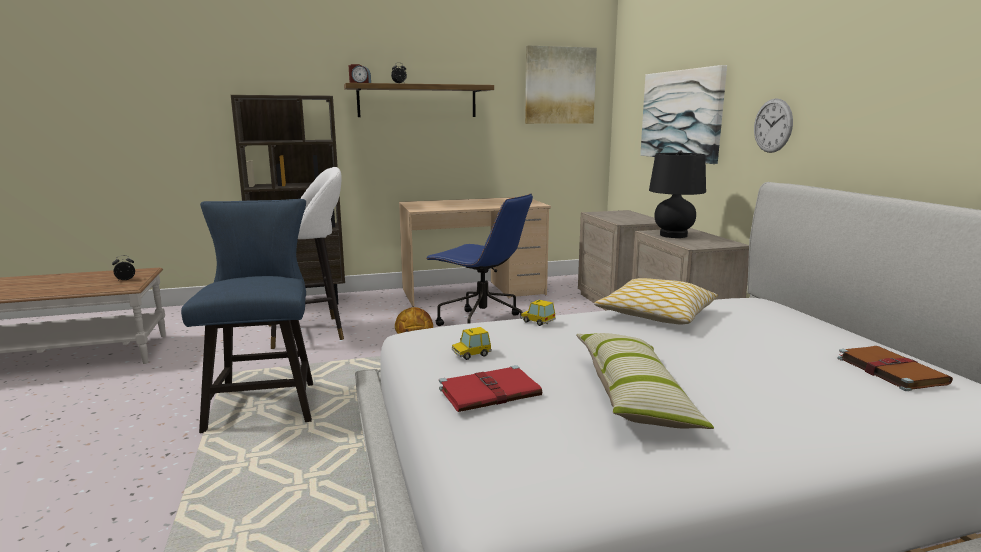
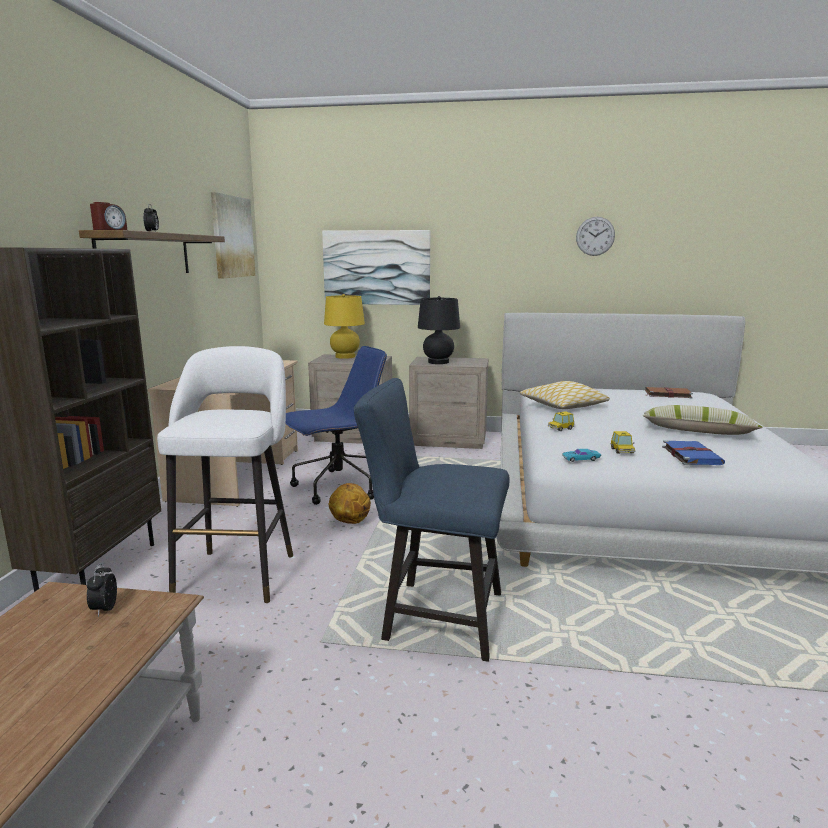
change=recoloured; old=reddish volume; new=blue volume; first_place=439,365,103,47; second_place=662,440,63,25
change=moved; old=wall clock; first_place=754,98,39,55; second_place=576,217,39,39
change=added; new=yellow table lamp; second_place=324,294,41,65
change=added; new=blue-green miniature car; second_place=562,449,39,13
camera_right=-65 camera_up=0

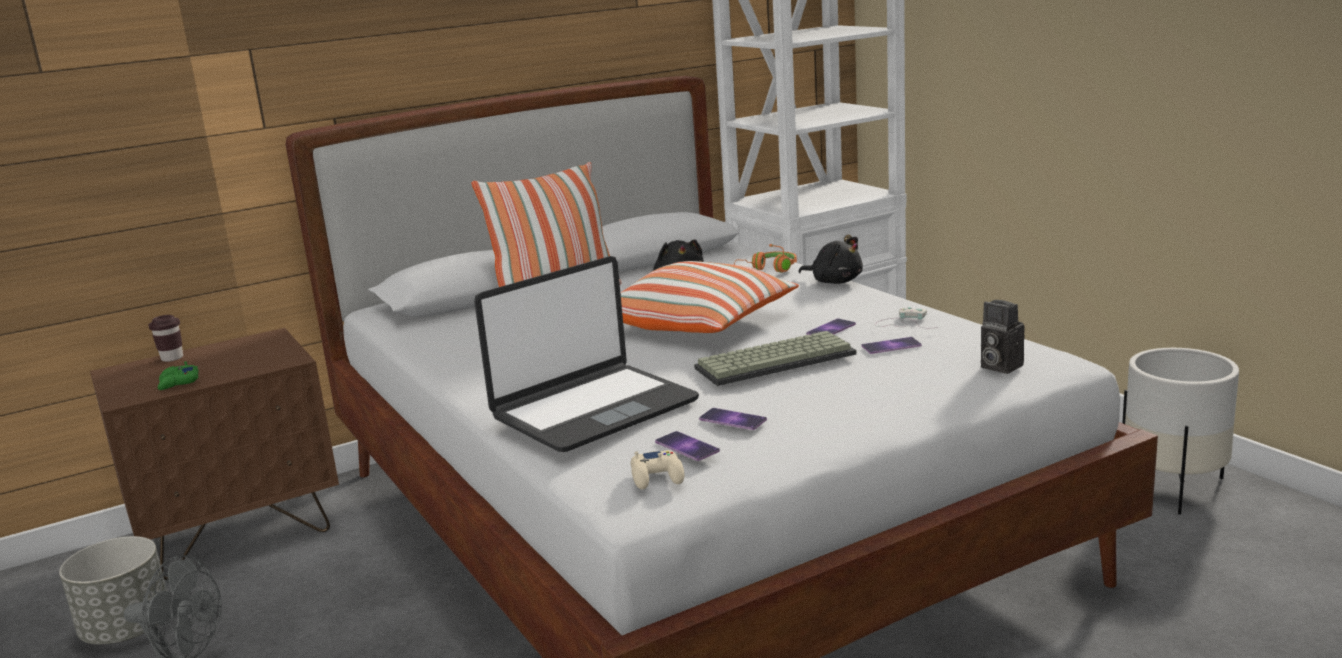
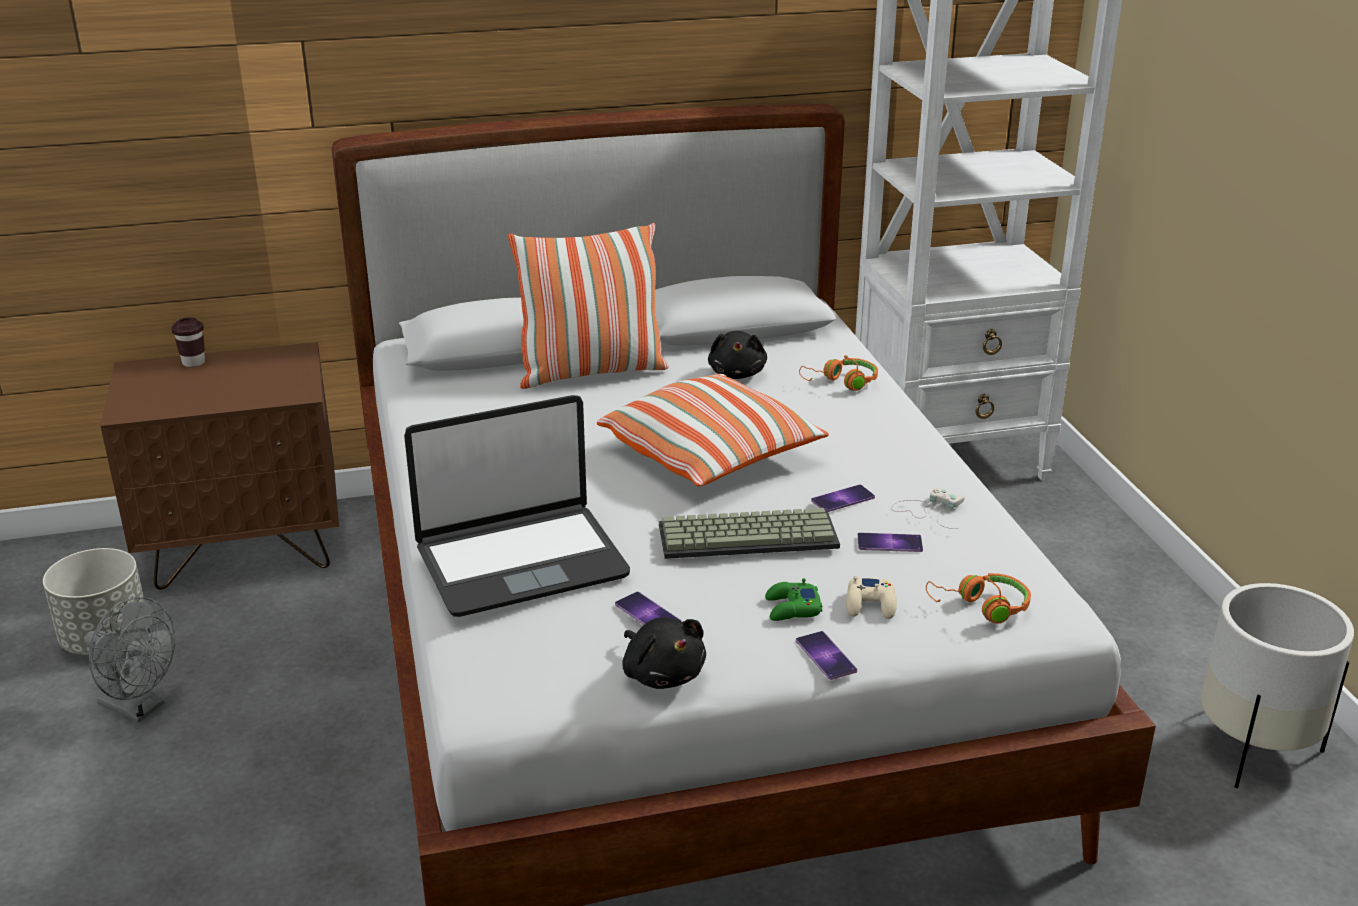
change=moved; old=green game controller; first_place=158,361,41,29; second_place=765,578,57,43
change=moved; old=sand-coloured game controller; first_place=631,450,53,39; second_place=846,576,51,43
change=moved; old=telephone; first_place=655,431,65,30; second_place=796,631,61,49
change=moved; old=blackish plush toy; first_place=798,237,65,47; second_place=622,617,84,72
change=replaced; old=photo camera; new=orange-coloured pair of headphones; first_place=981,300,44,74; second_place=926,573,105,51
camera_right=15 camera_up=10

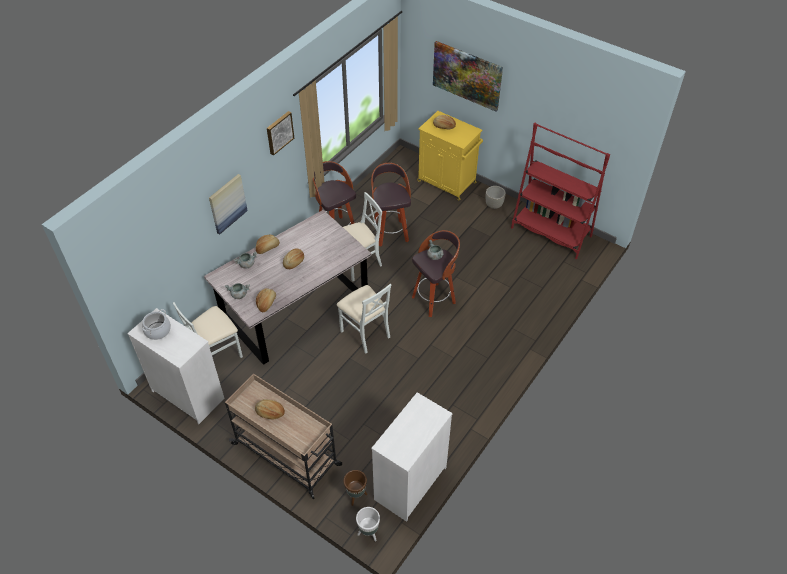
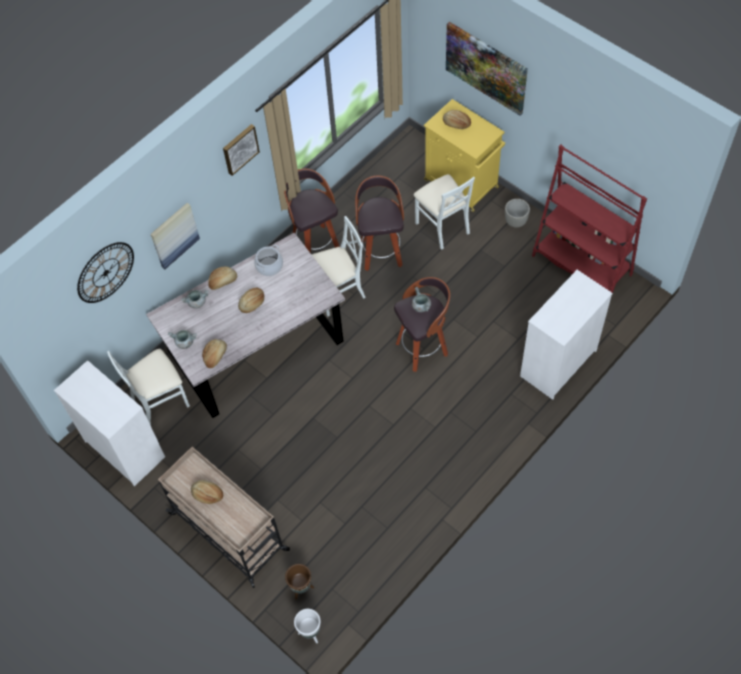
change=moved; old=cooking pot; first_place=142,309,29,31; second_place=254,245,29,31
change=moved; old=whitish plain chair; first_place=337,283,55,71; second_place=413,174,62,76
change=moved; old=whitish dresser; first_place=371,392,82,130; second_place=520,270,93,130
change=added; new=wall clock; second_place=77,242,57,61
camera_right=10 camera_up=10

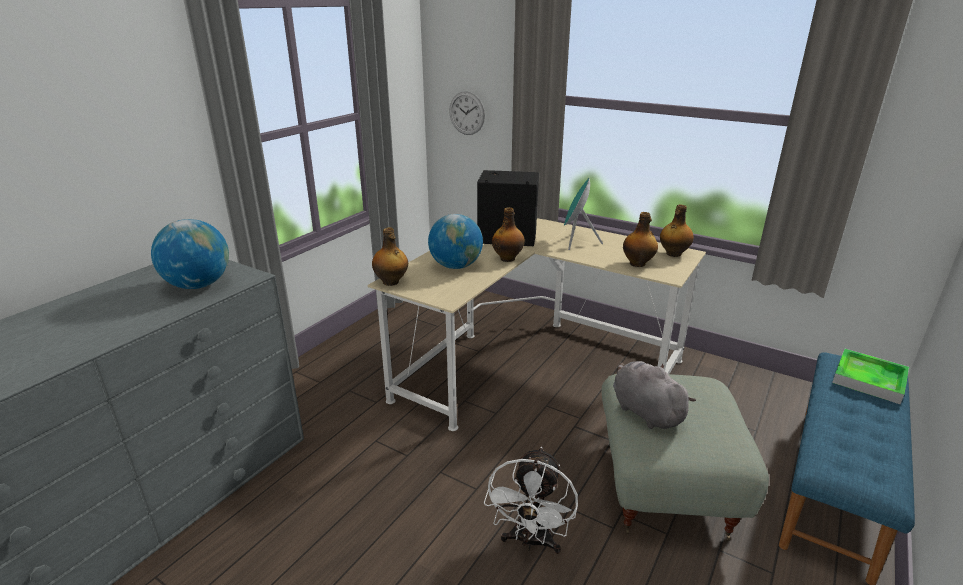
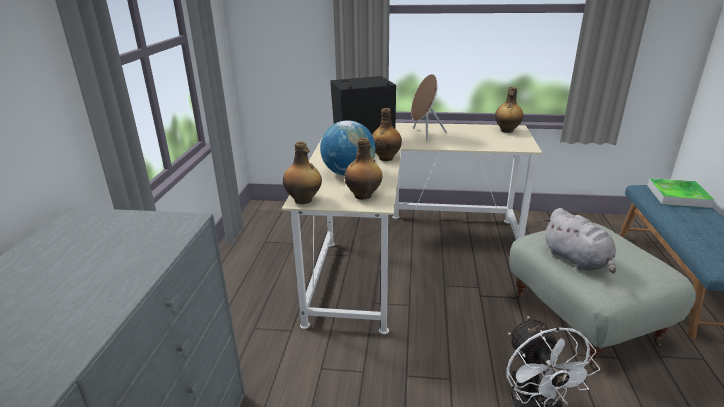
change=removed; old=globe; first_place=151,219,78,70
change=removed; old=wall clock; first_place=449,91,36,44
change=recoloured; old=blue-green speaker; new=brown-coloured speaker; first_place=564,178,39,72; second_place=411,74,36,68
change=turned; old=gray plush toy; first_place=613,361,83,68; second_place=543,208,73,65; degrees=-150
change=moved; old=beverage bottle; first_place=623,212,35,55; second_place=344,137,38,63
camera_right=-25 camera_up=0

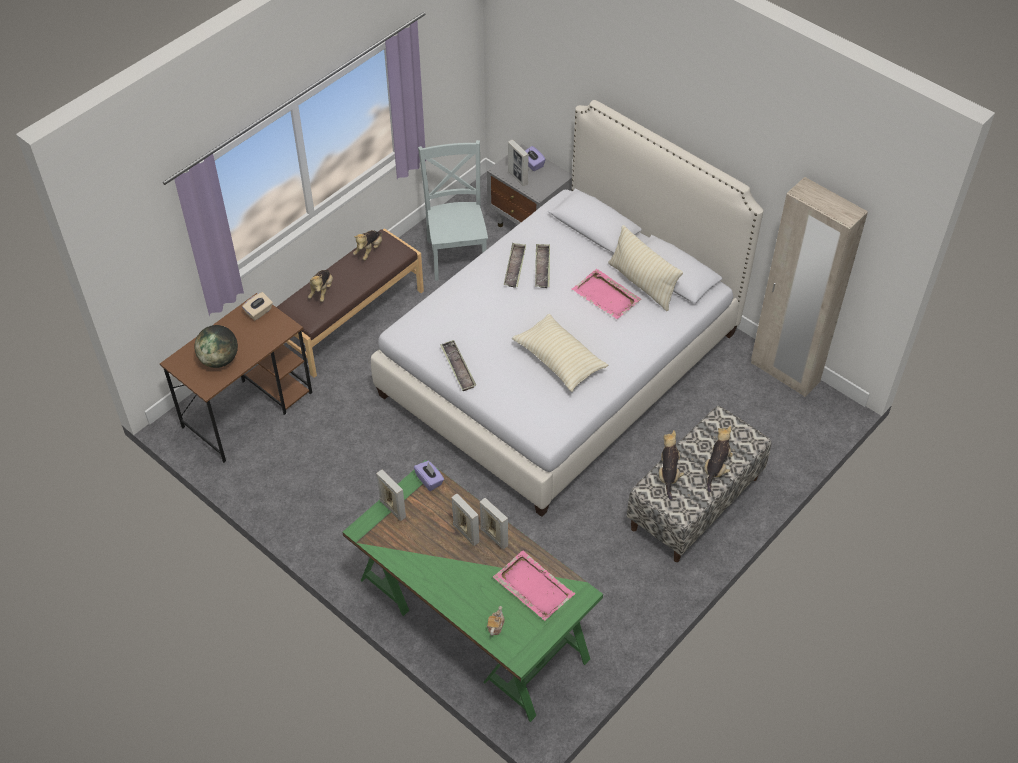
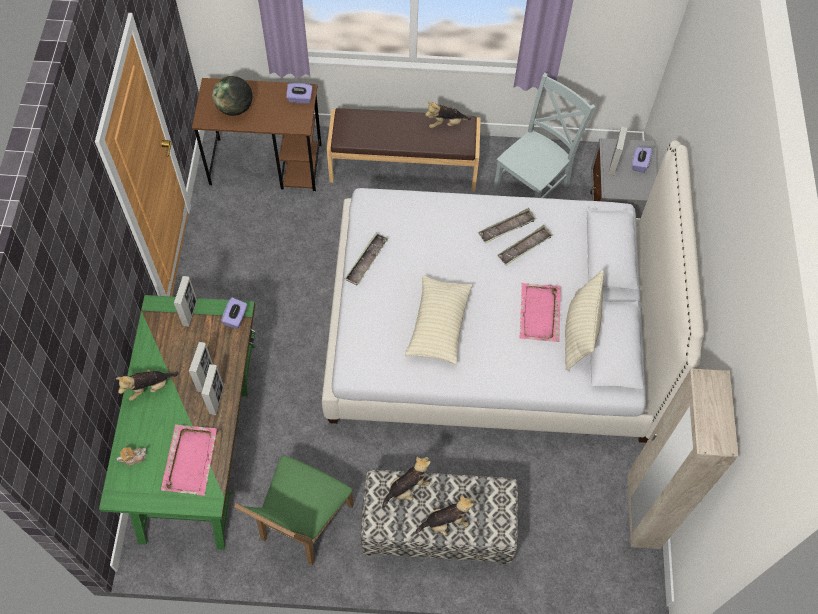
change=recoloured; old=sand-coloured tissue box; new=purple-coloured tissue box; first_place=242,292,31,29; second_place=286,83,27,21
change=moved; old=plush toy; first_place=308,270,25,32; second_place=116,370,63,31
change=added; new=green plain chair; second_place=233,455,121,111
camera_right=50 camera_up=10

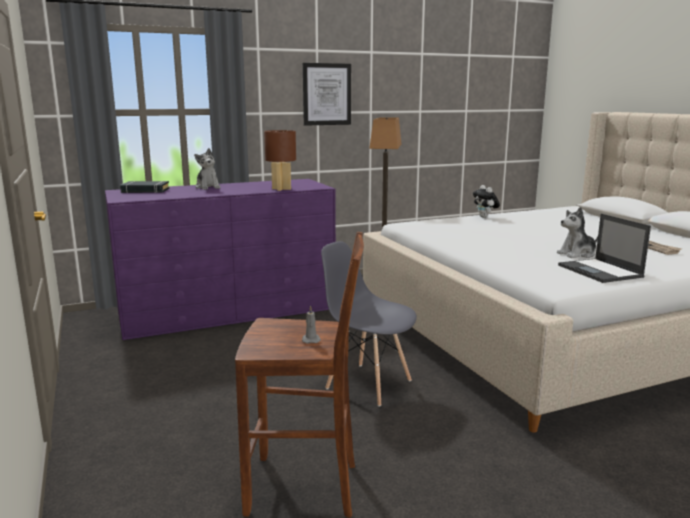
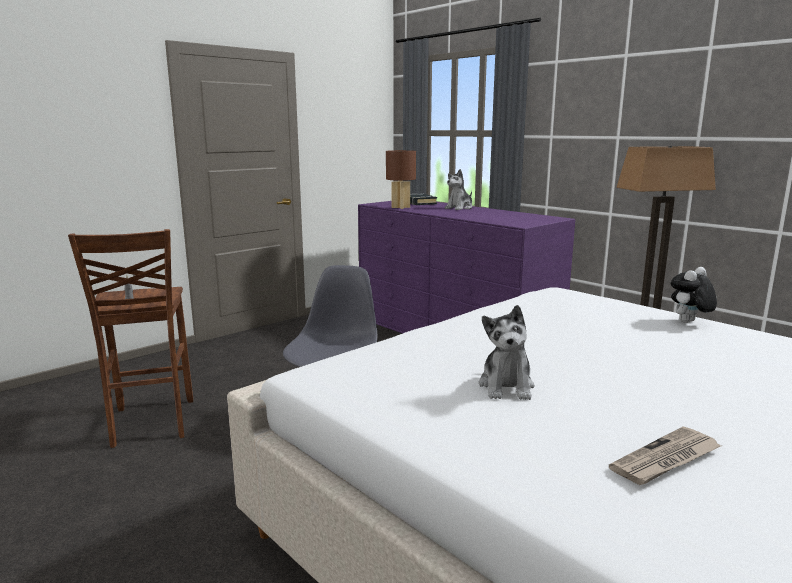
change=moved; old=brown-coloured table lamp; first_place=264,130,32,61; second_place=386,150,30,59
change=removed; old=wall picture; first_place=303,63,48,63
change=turned; old=plush toy; first_place=557,207,41,51; second_place=479,305,56,95; degrees=-135
change=removed; old=portable computer; first_place=558,214,93,69
camera_right=70 camera_up=0

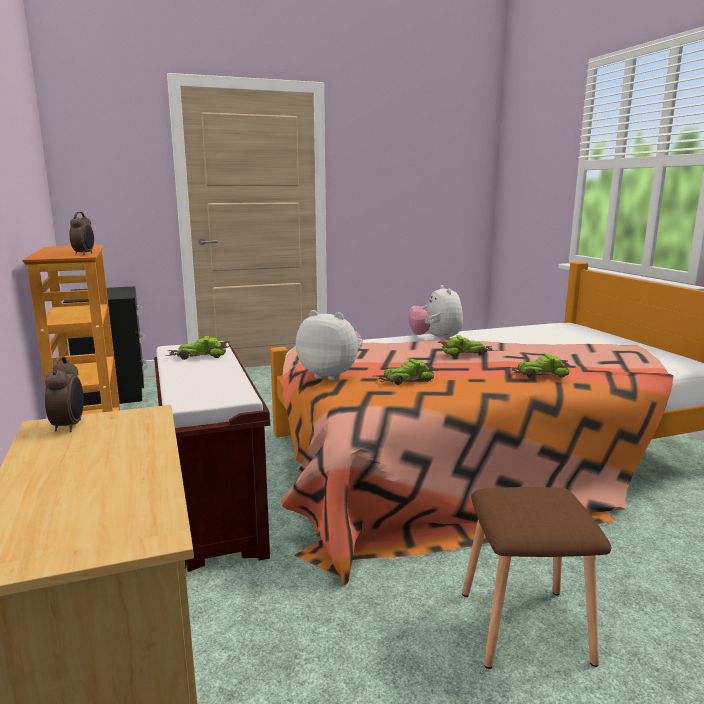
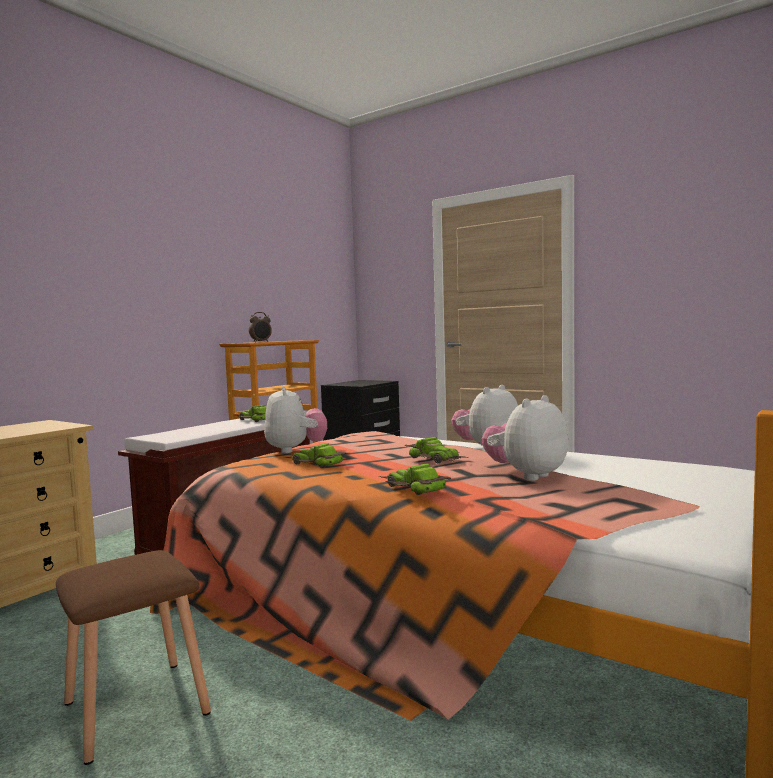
change=removed; old=table clock; first_place=45,357,39,75
change=added; new=plush toy; second_place=482,395,86,86
camera_right=55 camera_up=-10

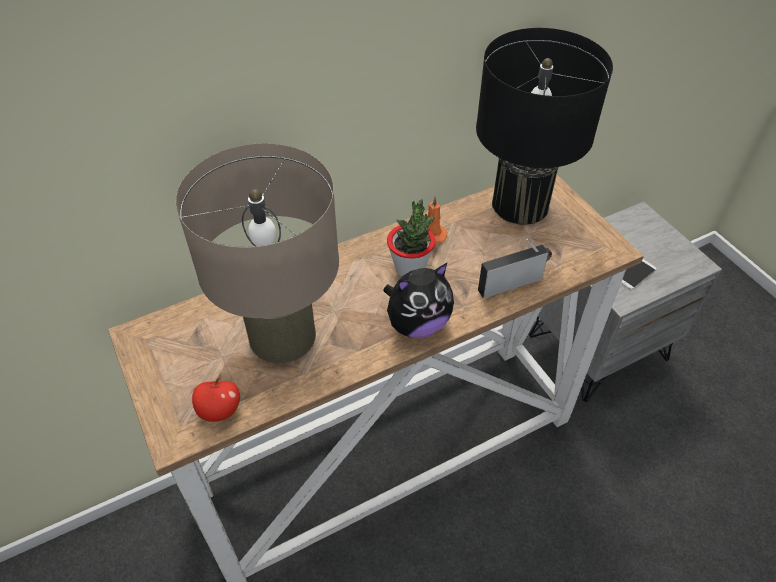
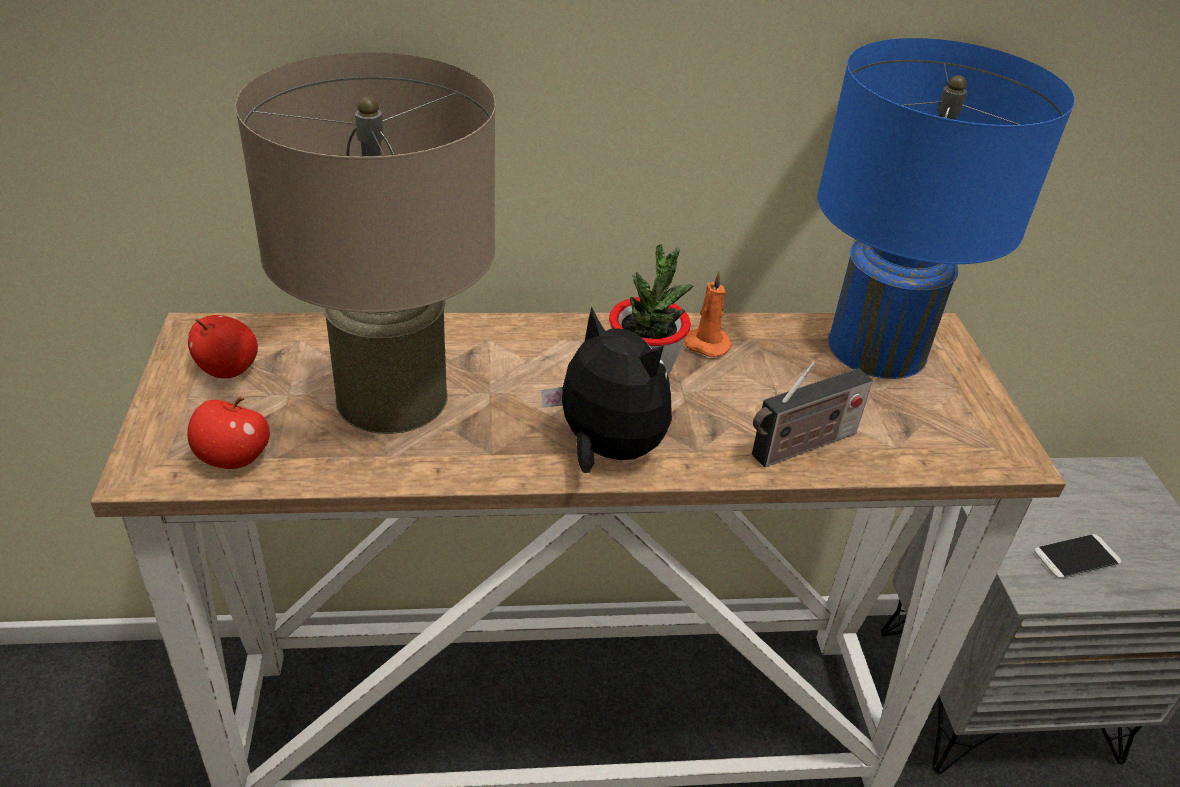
change=turned; old=plush toy; first_place=383,263,71,75; second_place=541,307,131,166; degrees=-135
change=recoloured; old=blackish table lamp; new=blue table lamp; first_place=476,28,137,197; second_place=817,38,258,341
change=turned; old=radio; first_place=478,238,74,60; second_place=752,362,121,105; degrees=150
change=added; new=apple fruit; second_place=188,315,70,64
camera_right=20 camera_up=-10

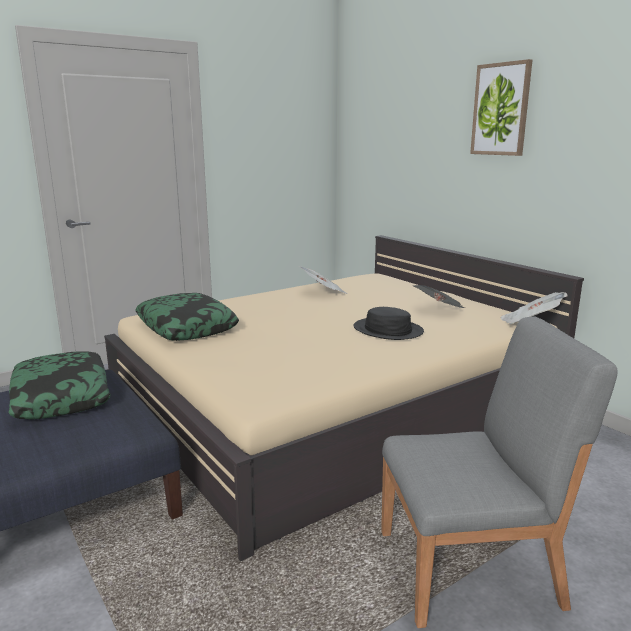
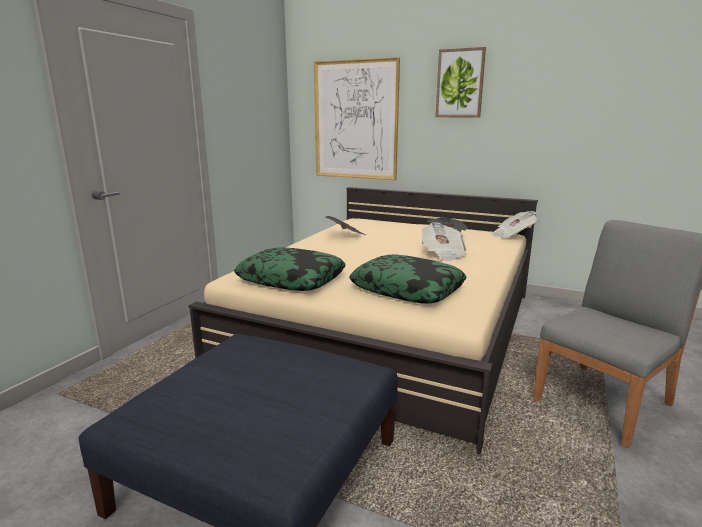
change=moved; old=pillow; first_place=8,351,103,68; second_place=349,254,118,50
change=replaced; old=blackish clothing hat; new=daily paper; first_place=353,307,71,33; second_place=421,222,46,40
change=added; new=wall picture; second_place=314,57,86,123
camera_right=-30 camera_up=0

